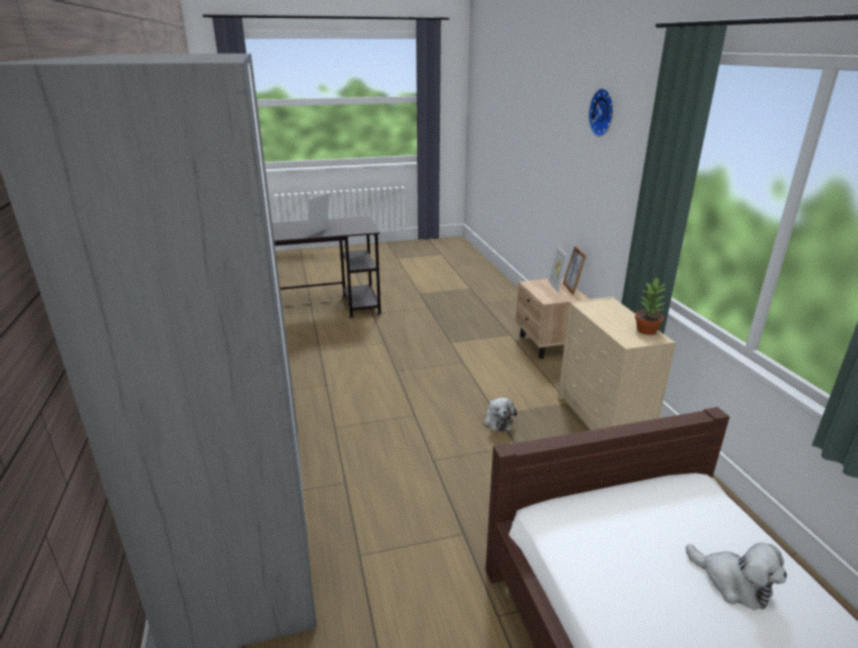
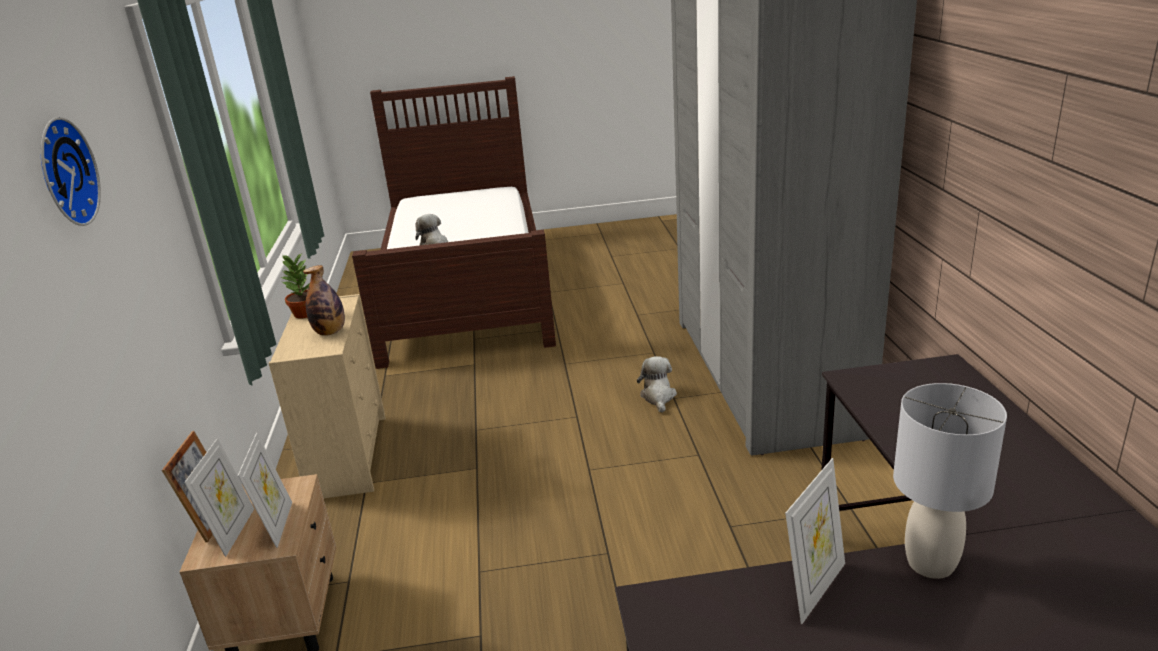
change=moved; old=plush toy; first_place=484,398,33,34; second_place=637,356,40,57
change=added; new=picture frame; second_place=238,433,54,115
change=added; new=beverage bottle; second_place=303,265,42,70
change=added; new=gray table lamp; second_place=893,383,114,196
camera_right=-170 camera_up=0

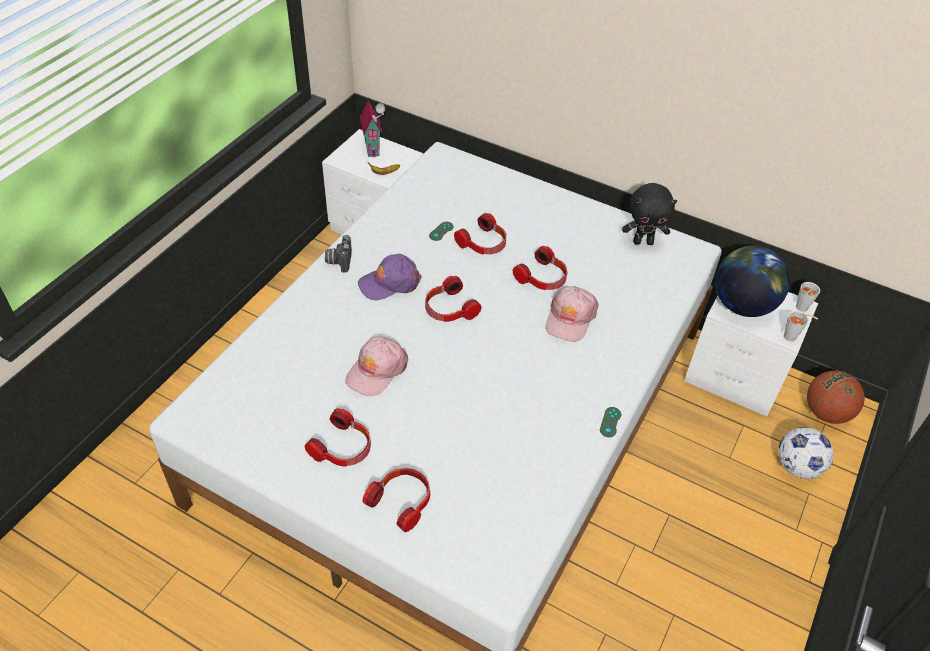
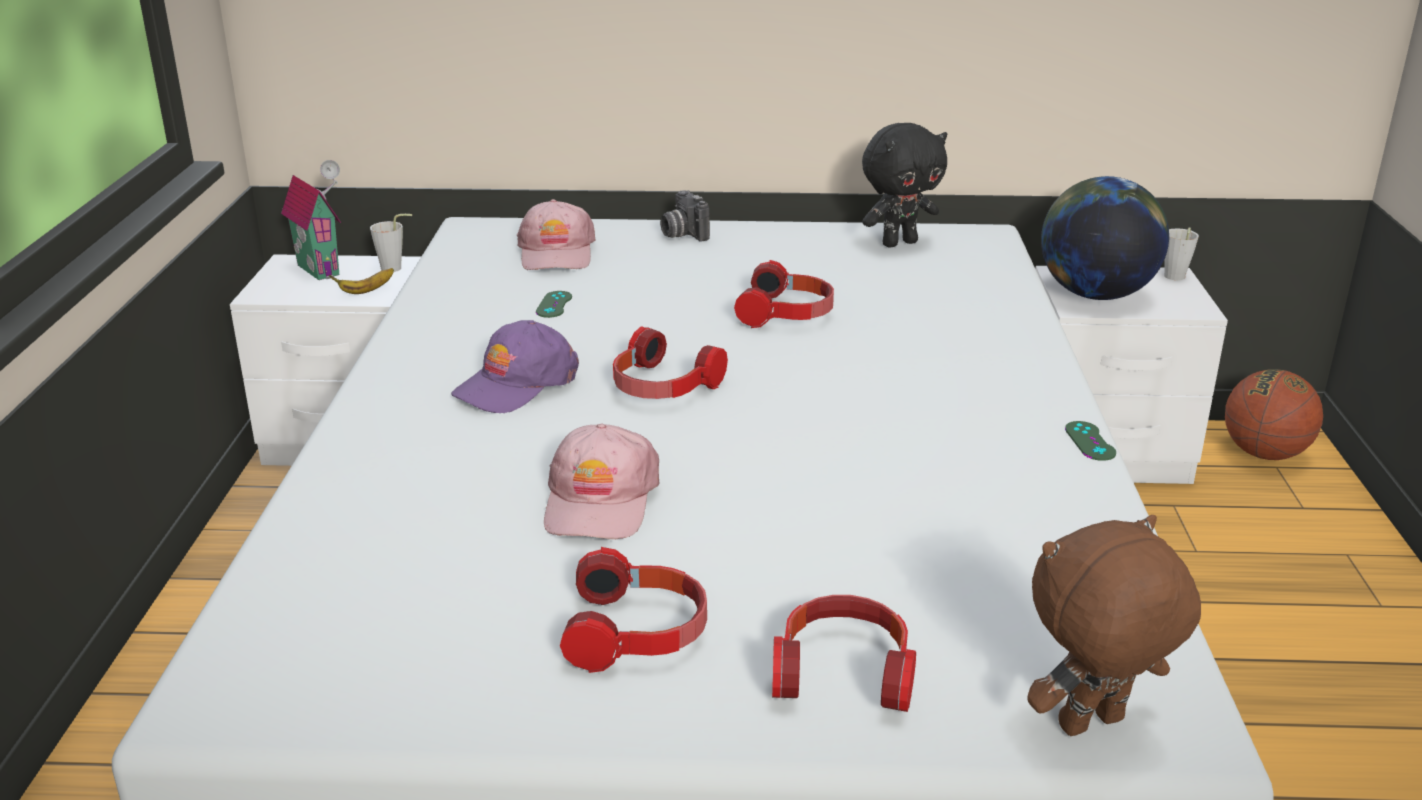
change=moved; old=photo camera; first_place=325,235,27,37; second_place=660,190,50,52
change=removed; old=pair of headphones; first_place=454,213,52,42
change=moved; old=pink-coloured cap; first_place=545,286,53,56; second_place=517,199,79,71
change=removed; old=football ball; first_place=778,427,56,52
change=moved; old=gray small cup; first_place=784,311,34,30; second_place=370,214,42,58
change=added; new=brown-coloured plush toy; second_place=1027,515,174,221
camera_right=-25 camera_up=-20

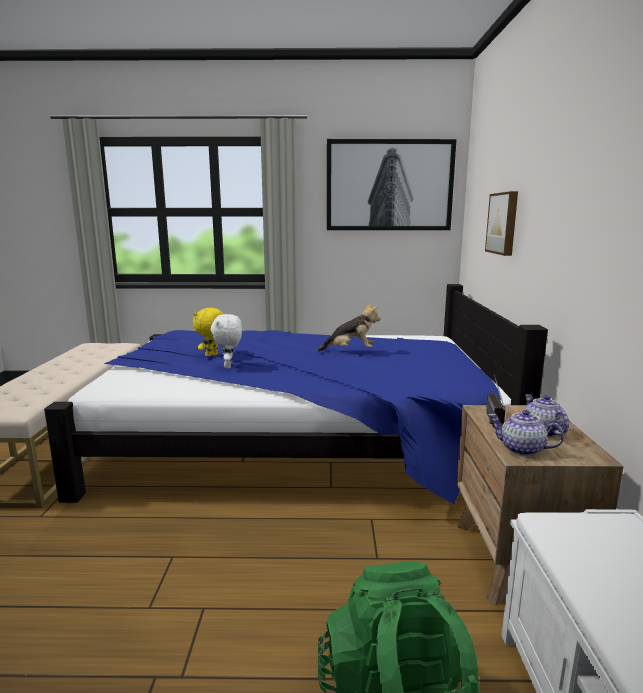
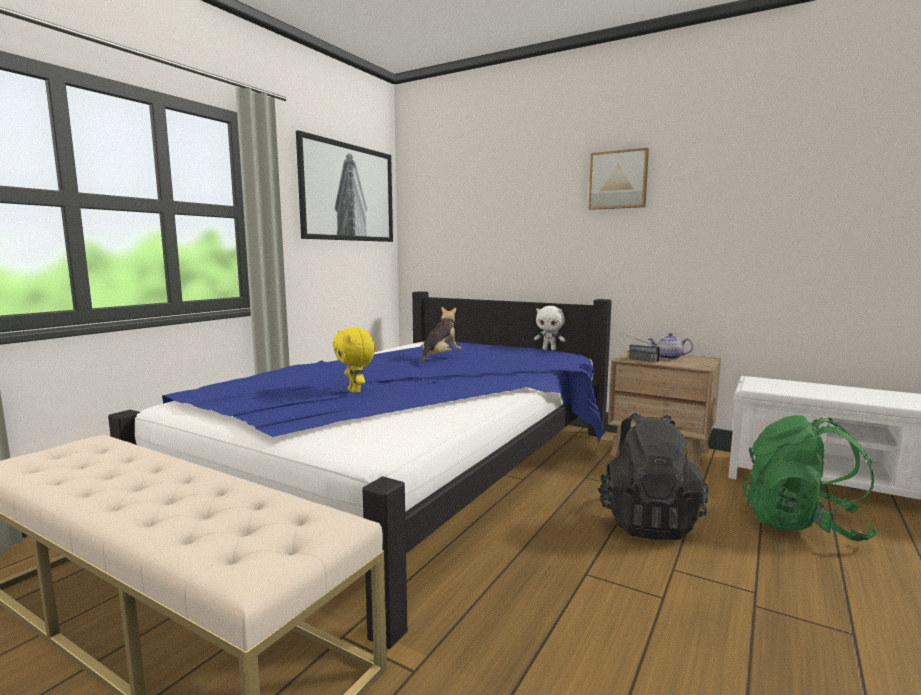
change=moved; old=whitish plush toy; first_place=211,314,31,55; second_place=534,306,31,44
change=moved; old=wall picture; first_place=485,191,33,65; second_place=588,148,61,62
change=removed; old=pot for tea; first_place=489,410,75,46
change=added; new=blackish knapsack; second_place=598,413,110,127
camera_right=-60 camera_up=-5

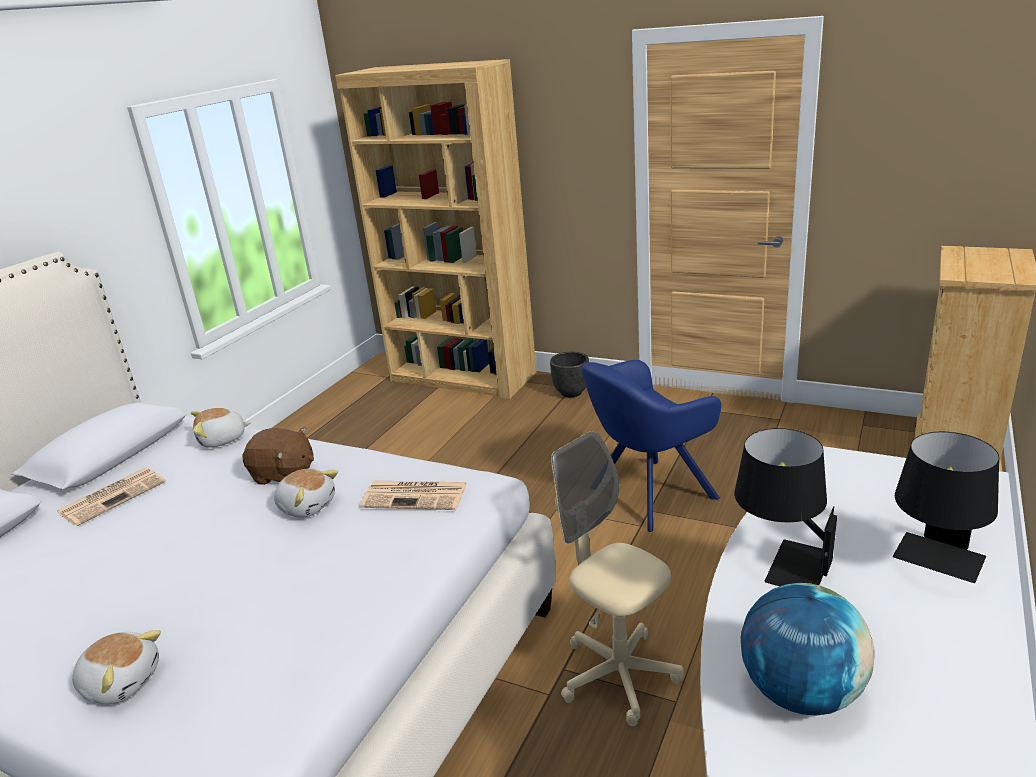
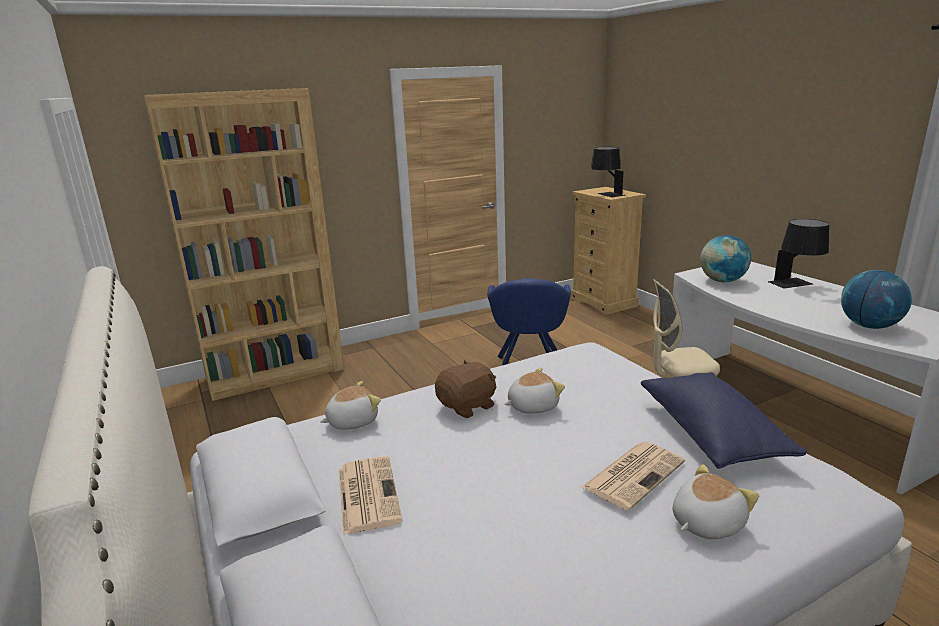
change=turned; old=plush toy; first_place=191,408,61,40; second_place=320,381,61,49; degrees=-135
change=moved; old=daily paper; first_place=360,481,107,29; second_place=582,442,103,69
change=removed; old=blackish planter; first_place=550,352,39,45
change=moved; old=blackish table lamp; first_place=734,428,103,158; second_place=591,147,34,50
change=added; new=blue pillow; second_place=641,372,166,97
change=added; new=globe; second_place=700,235,51,47
camera_right=-55 camera_up=-5

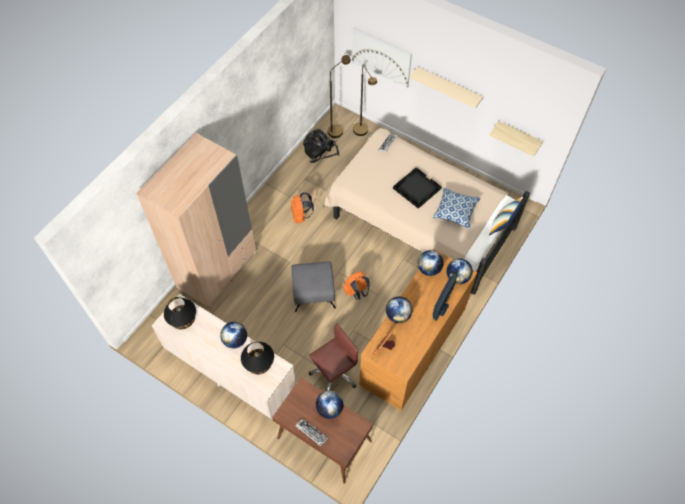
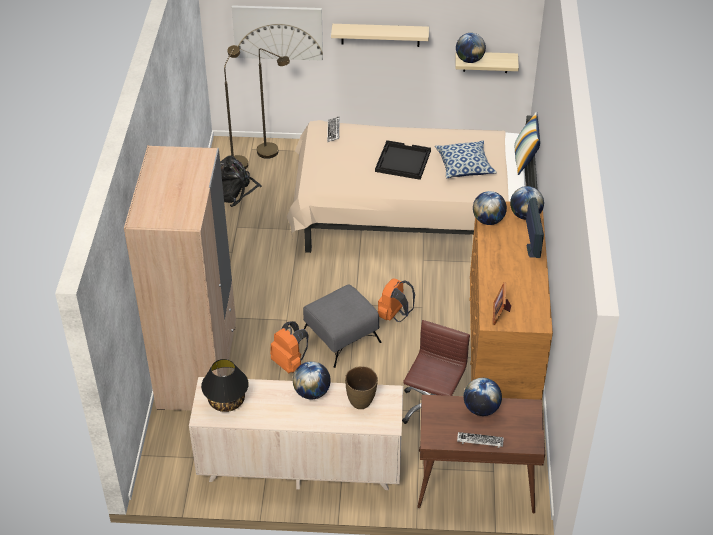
change=replaced; old=blackish table lamp; new=brown-coloured decorative vase; first_place=241,342,33,32; second_place=345,366,33,43
change=moved; old=orange-coloured knapsack; first_place=291,192,23,31; second_place=270,321,39,52
change=moved; old=globe; first_place=386,296,27,27; second_place=456,33,30,30
camera_right=-30 camera_up=-15

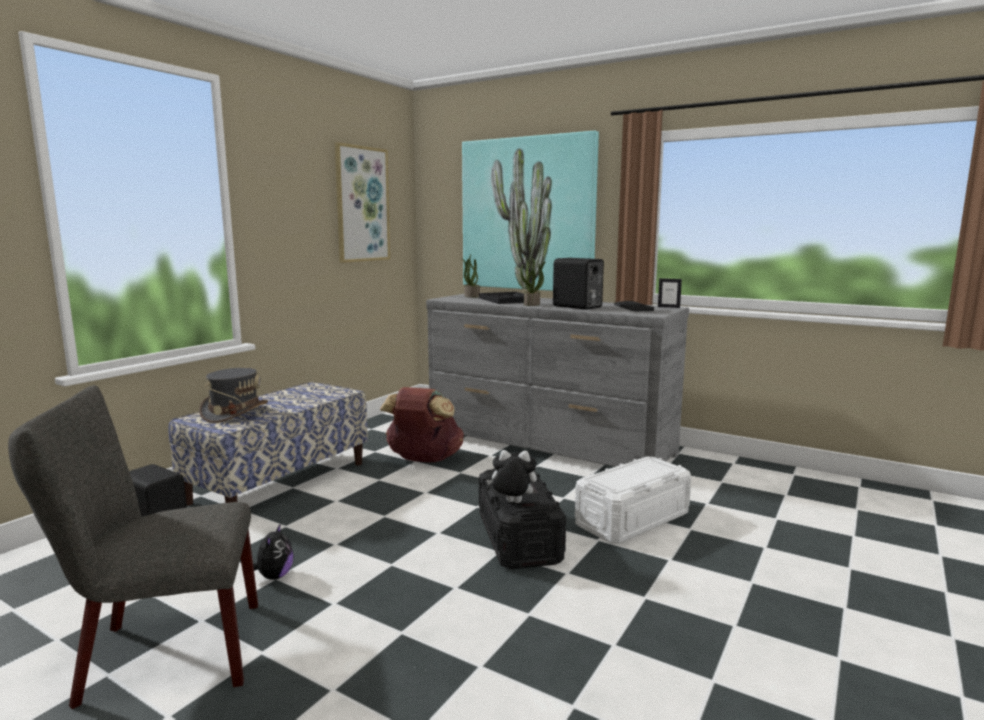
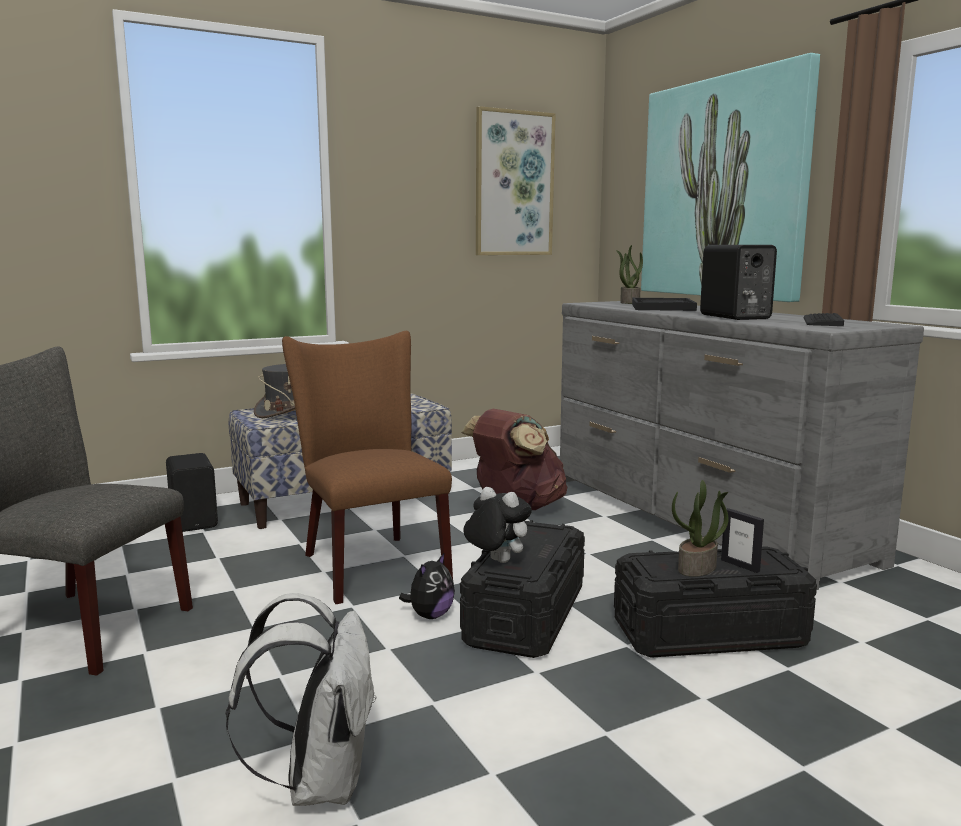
change=moved; old=plush toy; first_place=253,523,41,57; second_place=399,552,56,67
change=moved; old=potted plant; first_place=520,258,26,48; second_place=672,480,57,97
change=recoloured; old=whitish storage bin; new=blackish storage bin; first_place=575,457,116,87; second_place=614,546,203,112
change=moved; old=picture frame; first_place=658,278,24,30; second_place=721,508,43,65
change=added; new=whitish knapsack; second_place=226,593,151,213
change=added; new=brown-coloured plain chair; second_place=282,331,171,273
camera_right=30 camera_up=0

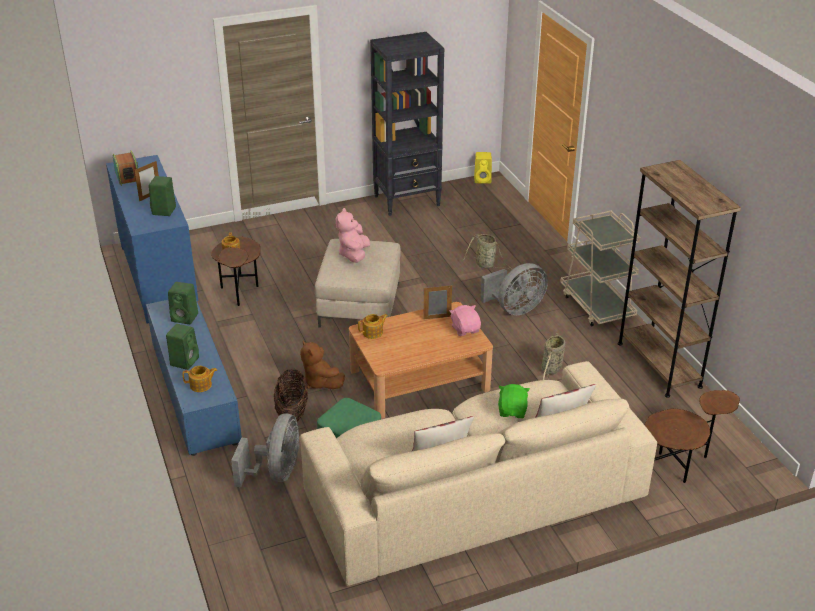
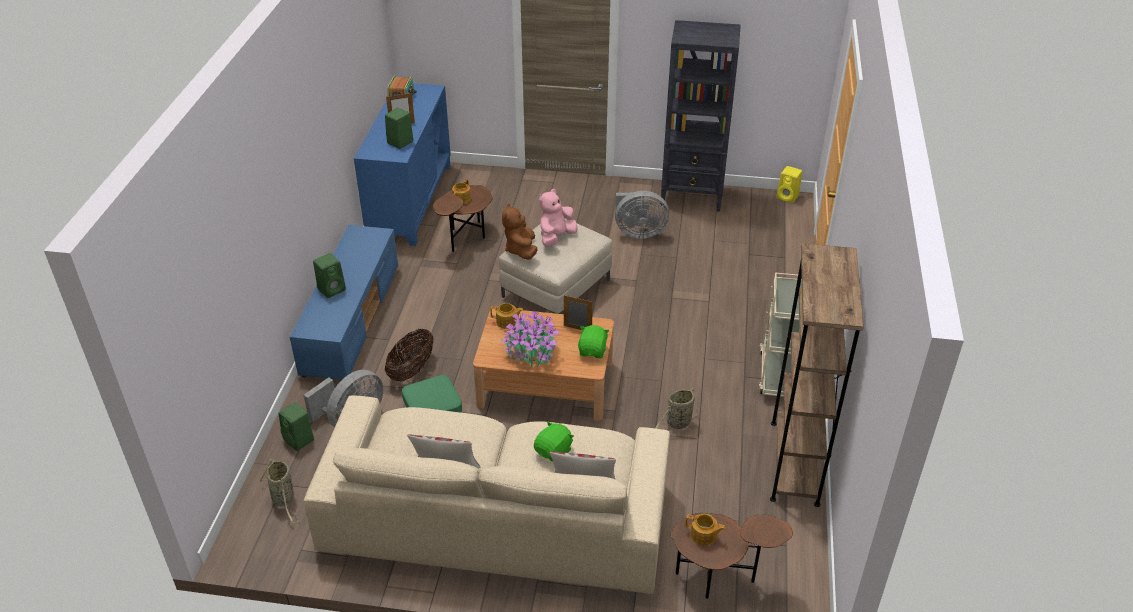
change=moved; old=green speaker; first_place=168,282,30,42; second_place=278,402,36,49
change=moved; old=pot for tea; first_place=183,366,34,26; second_place=685,514,41,32
change=moved; old=brown-coloured plush toy; first_place=300,340,45,49; second_place=502,204,35,56
change=recoloured; old=pink-coloured plush toy; new=green plush toy; first_place=449,305,32,31; second_place=578,325,32,33
change=moved; old=storage basket; first_place=463,234,49,35; second_place=258,459,41,64
change=moved; old=gray cooling fan; first_place=480,263,68,52; second_place=615,191,54,48
change=added; new=potted plant; second_place=501,310,58,57
camera_right=30 camera_up=5

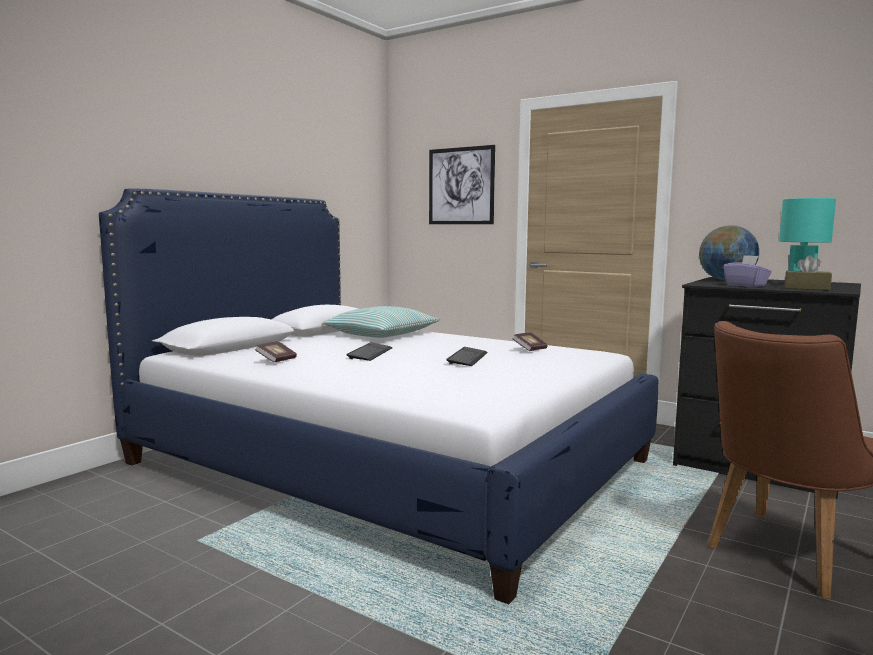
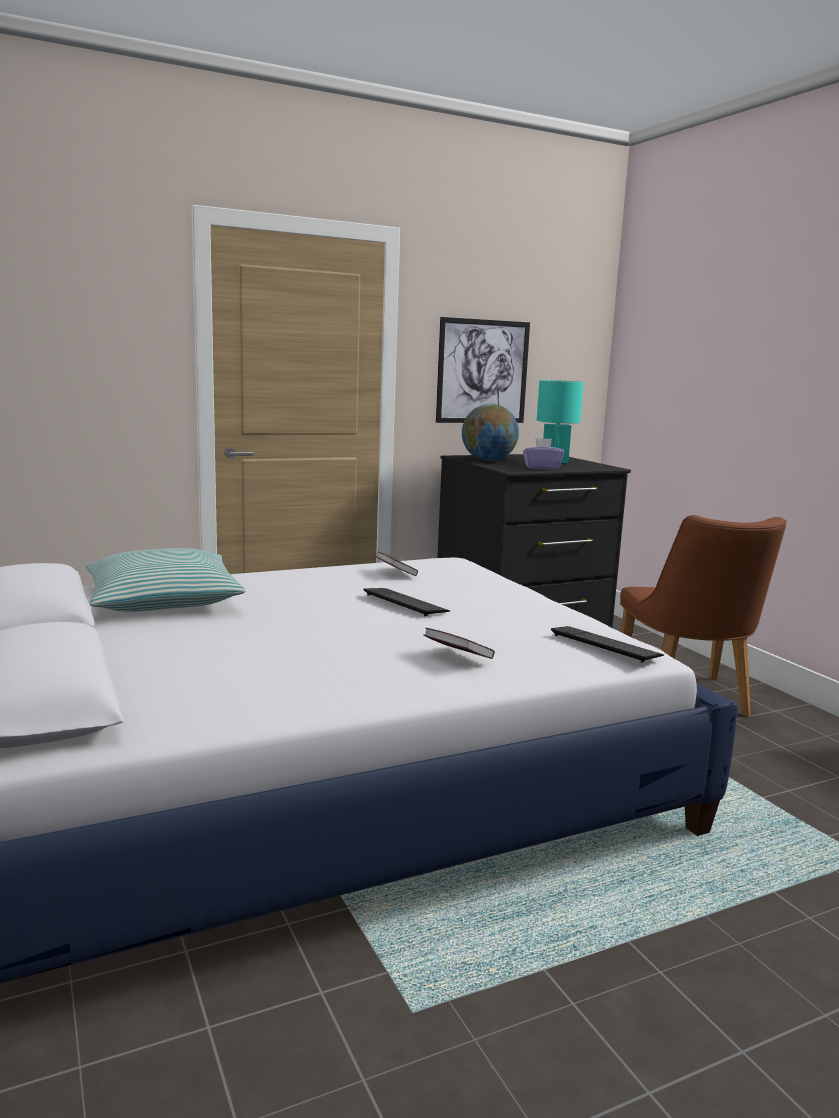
change=moved; old=volume; first_place=255,341,42,22; second_place=424,628,71,31
change=moved; old=computer keyboard; first_place=347,342,46,19; second_place=551,626,113,37
change=moved; old=wall picture; first_place=429,145,66,79; second_place=436,317,94,106
change=removed; old=brown-coloured tissue box; first_place=785,255,47,35
camera_right=-60 camera_up=5

